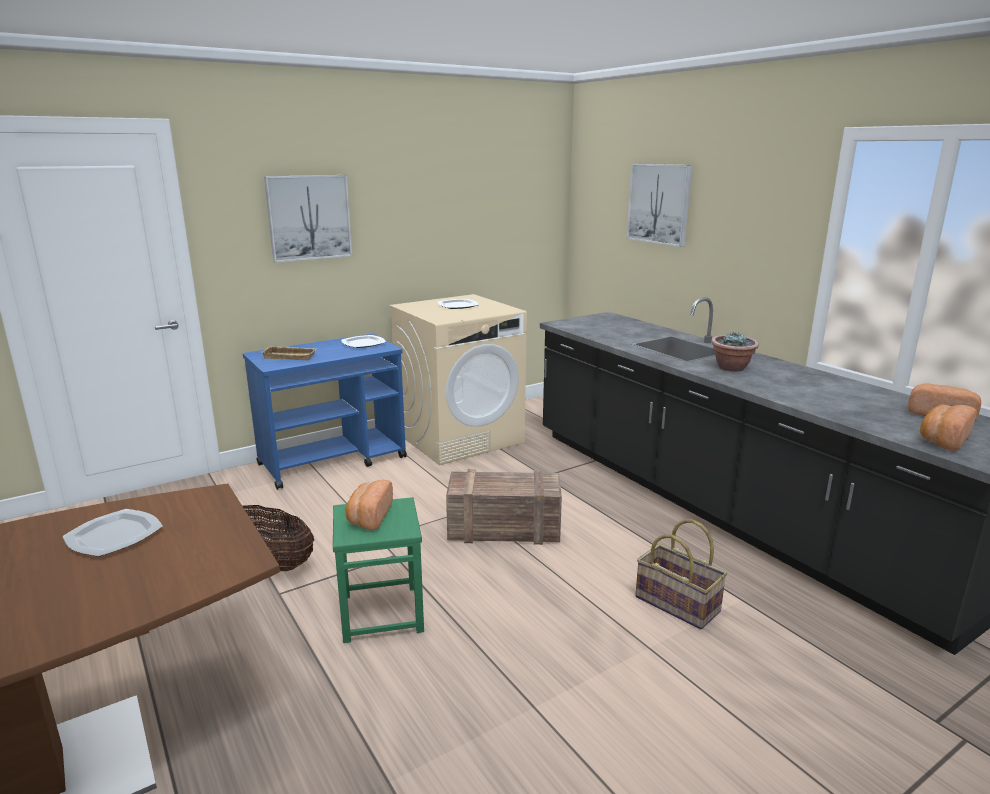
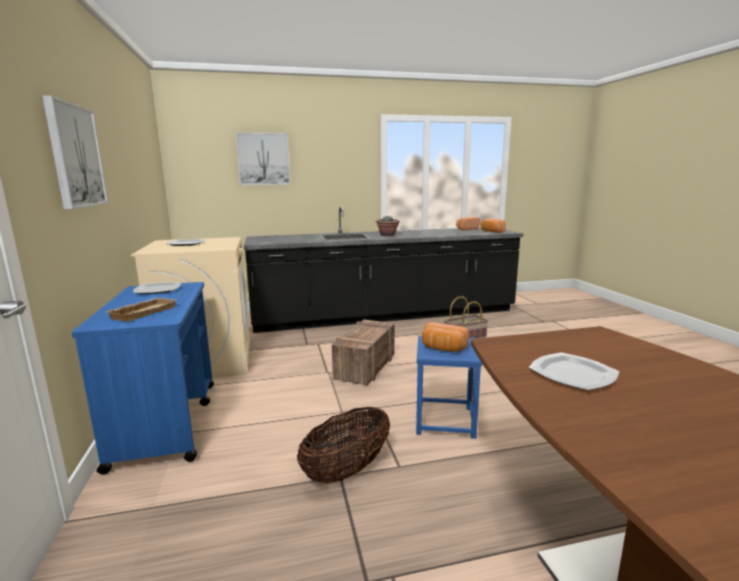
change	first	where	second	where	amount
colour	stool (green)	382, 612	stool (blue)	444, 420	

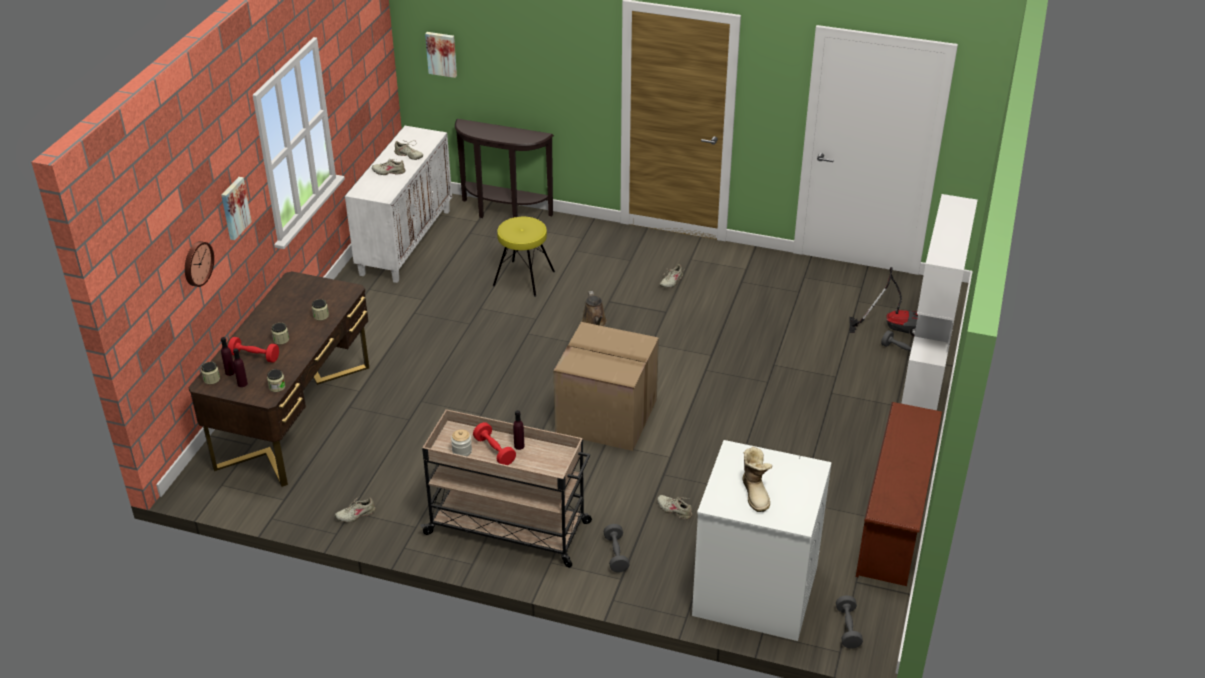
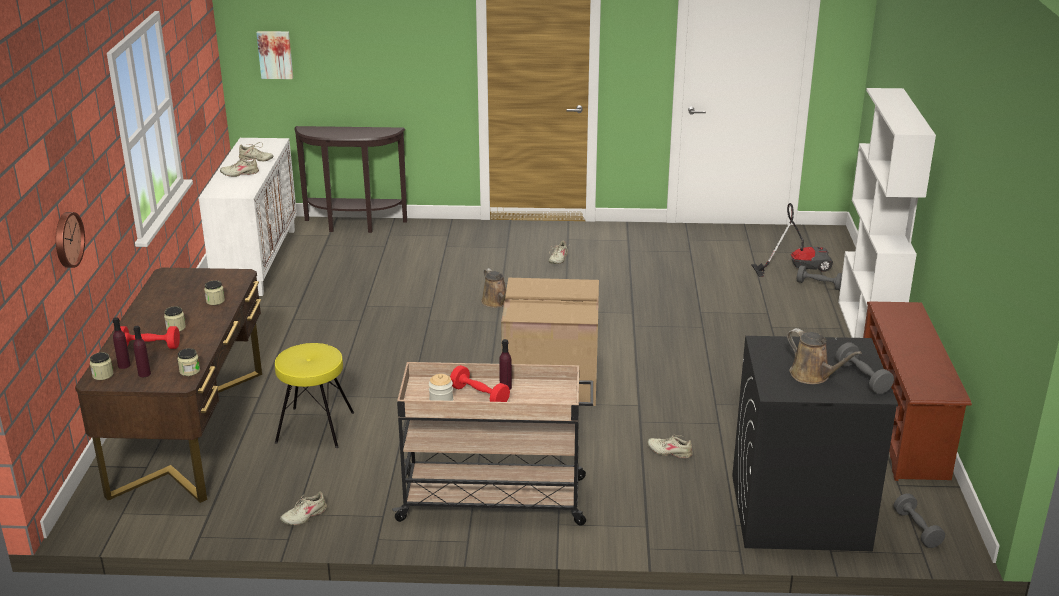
change	first	where	second	where	amount
missing	picture	234, 208			
relocated	stool (yellow)	524, 278		315, 427	
relocated	dumbbell (grey)	616, 554		862, 378	
colour	washing machine (white)	754, 591	washing machine (black)	798, 512	
exchanged	boot	756, 493	watering can (brown)	813, 375	

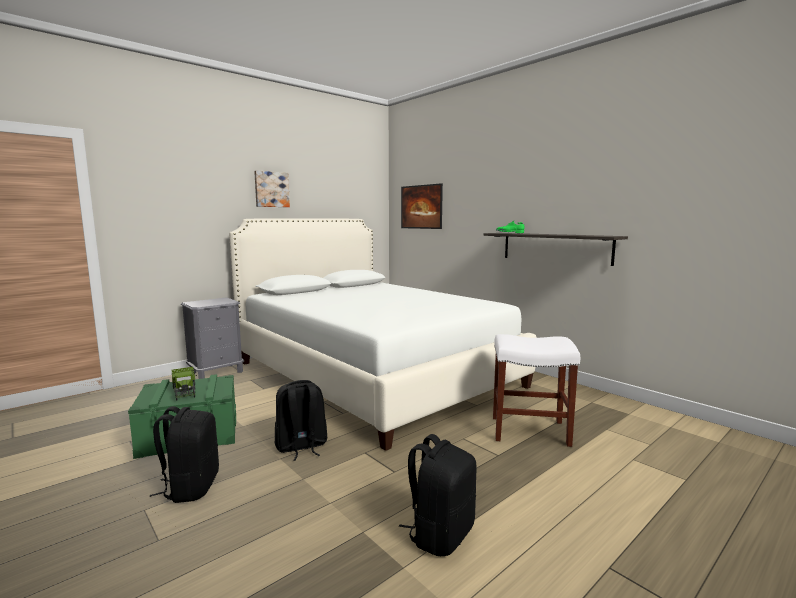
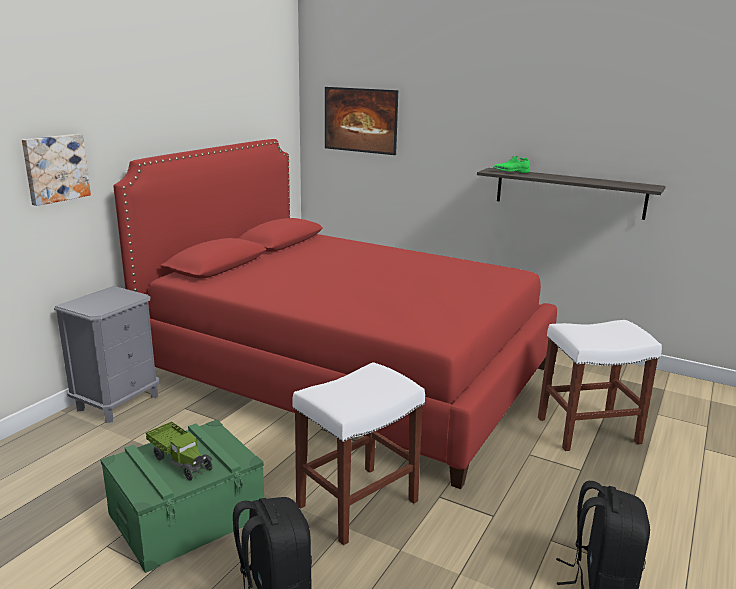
change	first	where	second	where	amount
colour	bed (white)	374, 374	bed (red)	348, 372	
relocated	picture	271, 189		55, 168	
exchanged	backpack (black)	301, 446	stool (white)	356, 504	

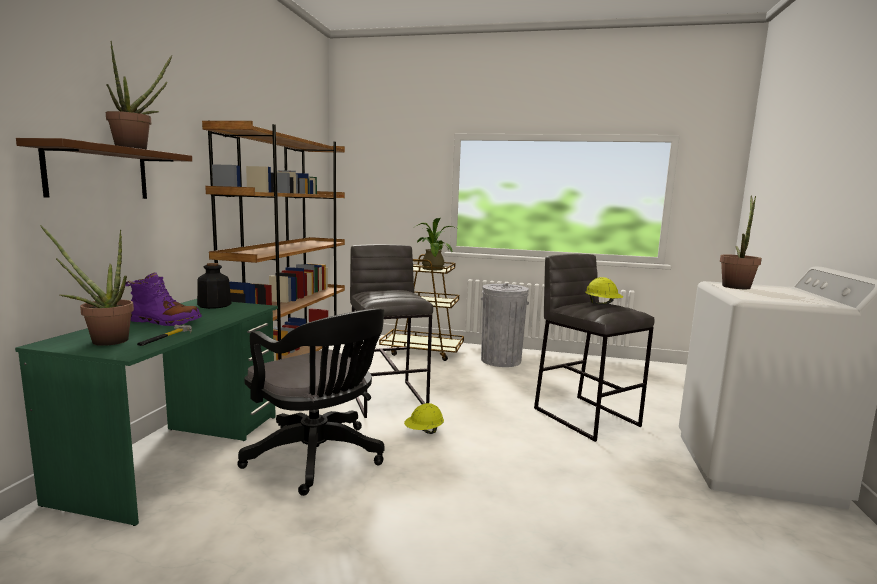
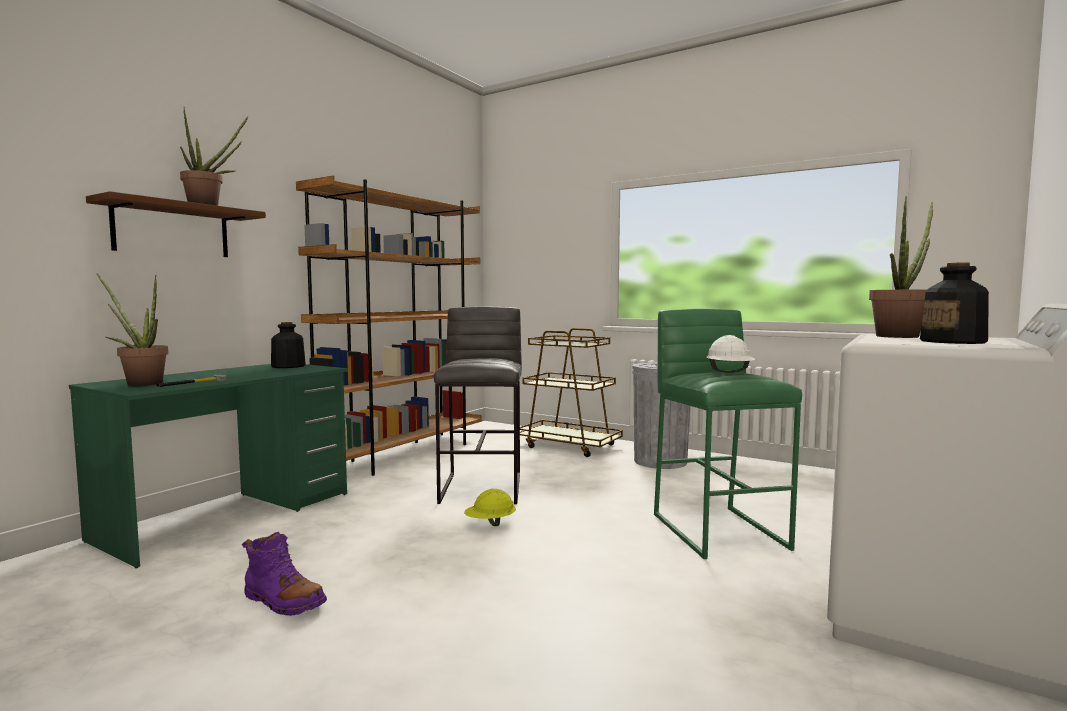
change	first	where	second	where	amount
relocated	boot (purple)	164, 322		283, 601	
missing	office chair (black)	319, 458			
missing	potted plant	433, 268			
colour	stool (grey)	586, 416	stool (green)	719, 530	
colour	hard hat (yellow)	602, 305	hard hat (white)	730, 372	
appeared			bottle	953, 341	

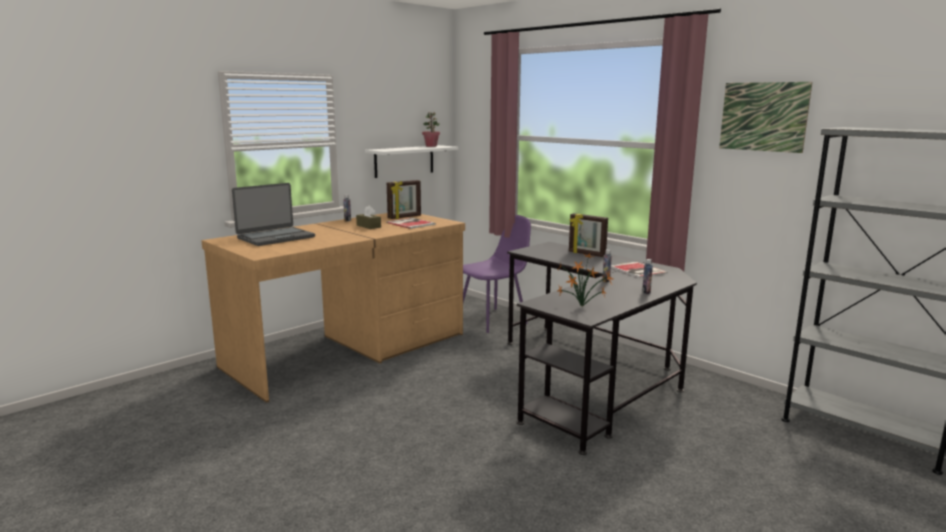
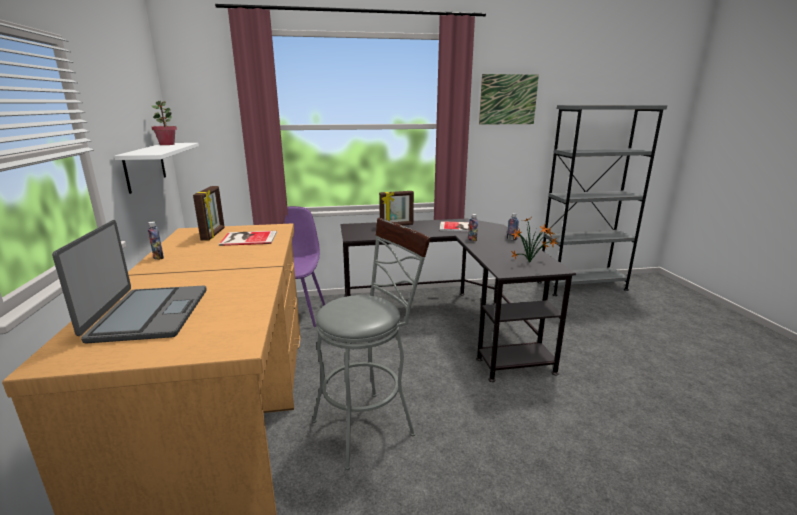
change	first	where	second	where	amount
missing	tissue box (brown)	368, 226			
appeared			stool (grey)	370, 424	

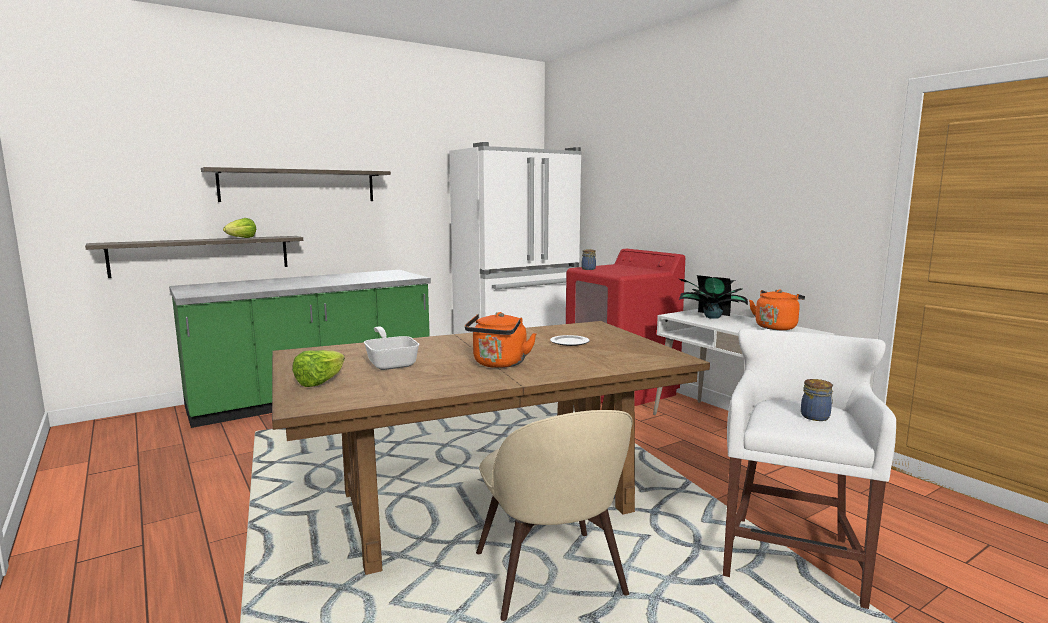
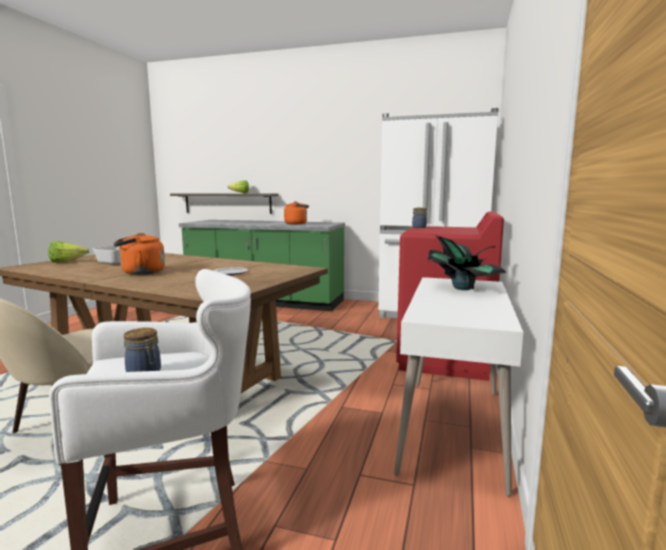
change	first	where	second	where	amount
missing	shelf	299, 186			
relocated	kettle (orange)	776, 327		297, 224	

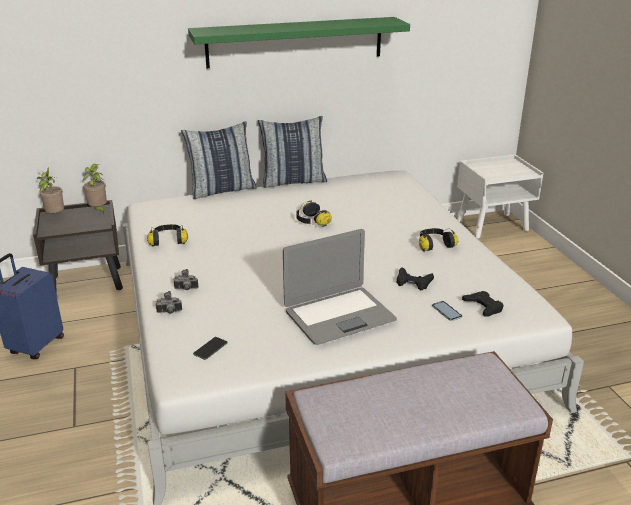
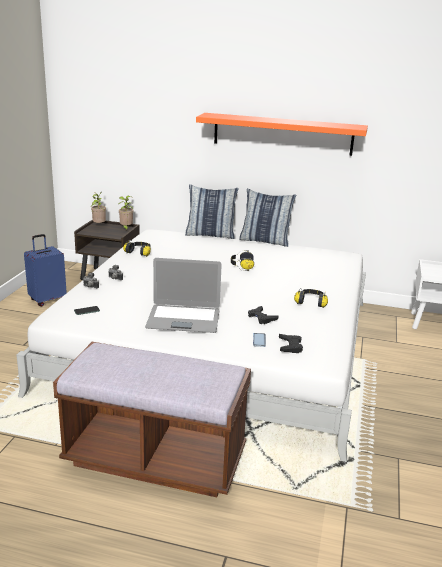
change	first	where	second	where	amount
colour	shelf (green)	295, 42	shelf (orange)	282, 134	

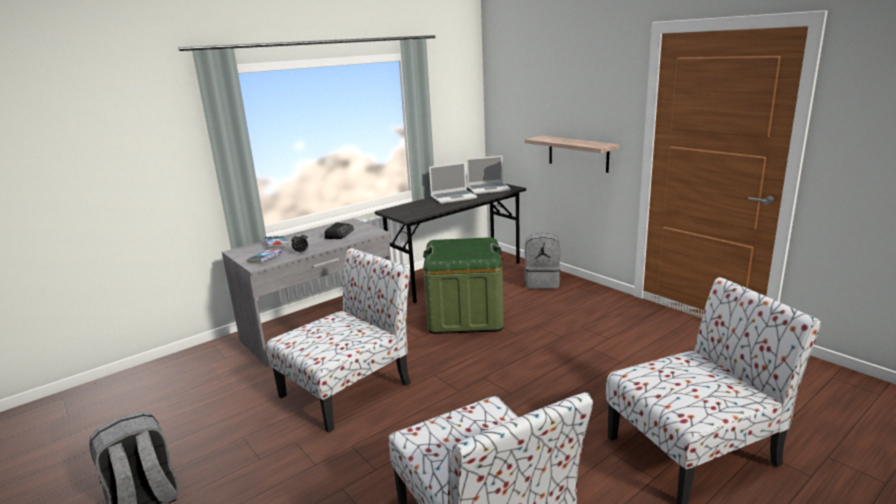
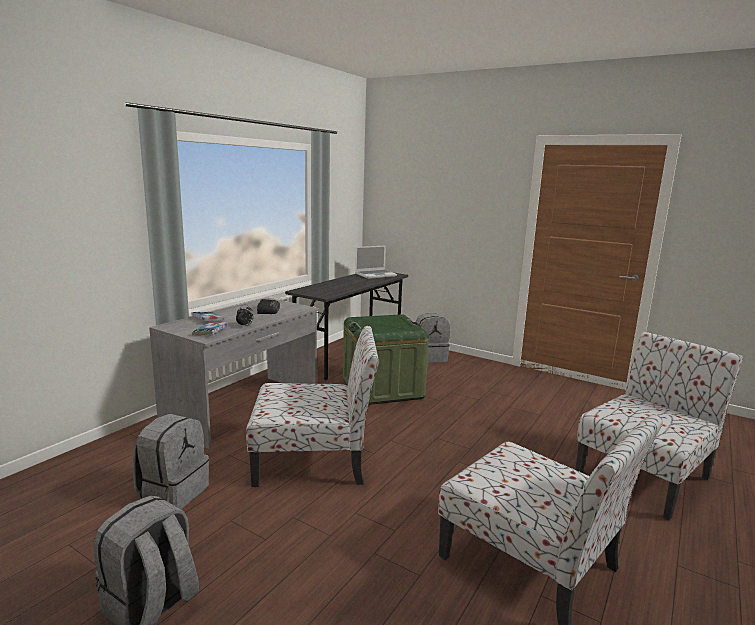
change	first	where	second	where	amount
spun	chair	348, 388		314, 460	60 degrees clockwise
missing	laptop	454, 197			
missing	shelf	578, 153			
appeared			backpack (grey)	173, 492	

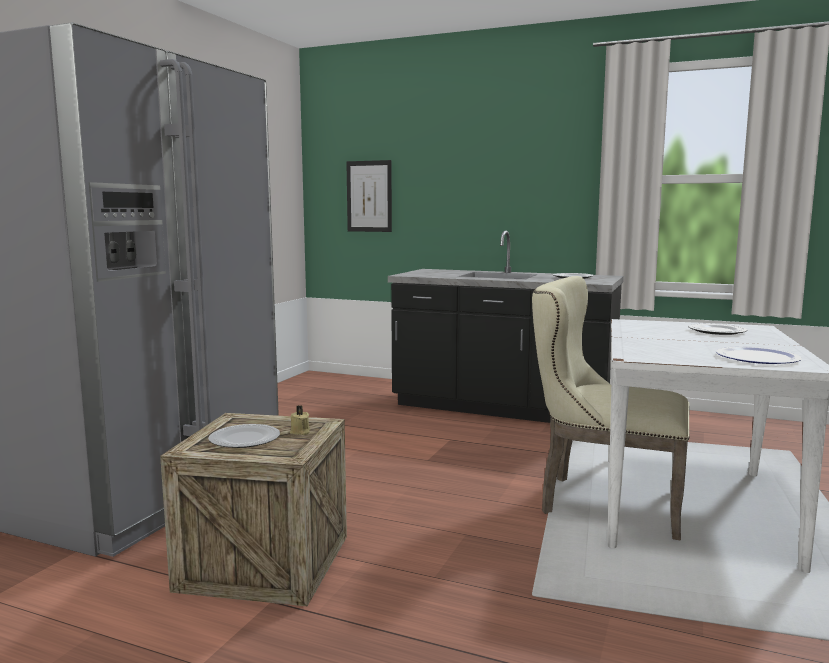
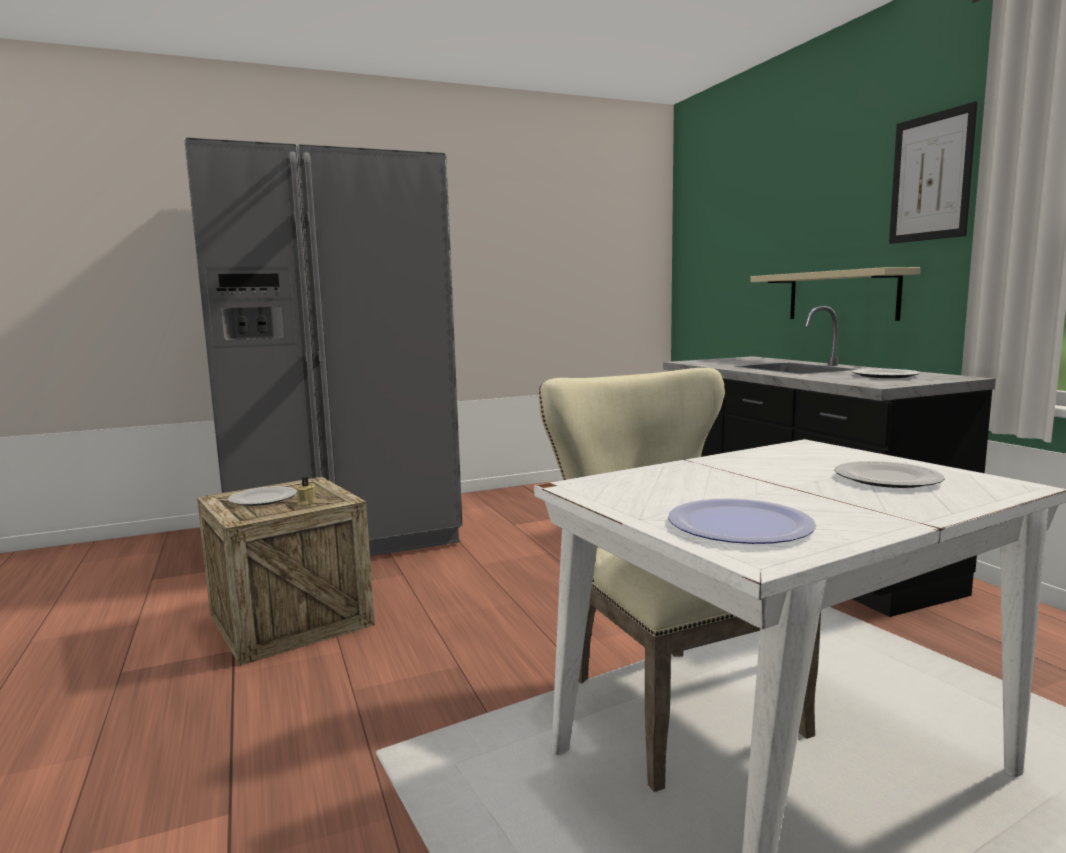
change	first	where	second	where	amount
relocated	picture	369, 196		931, 177	
appeared			shelf (beige)	842, 295	

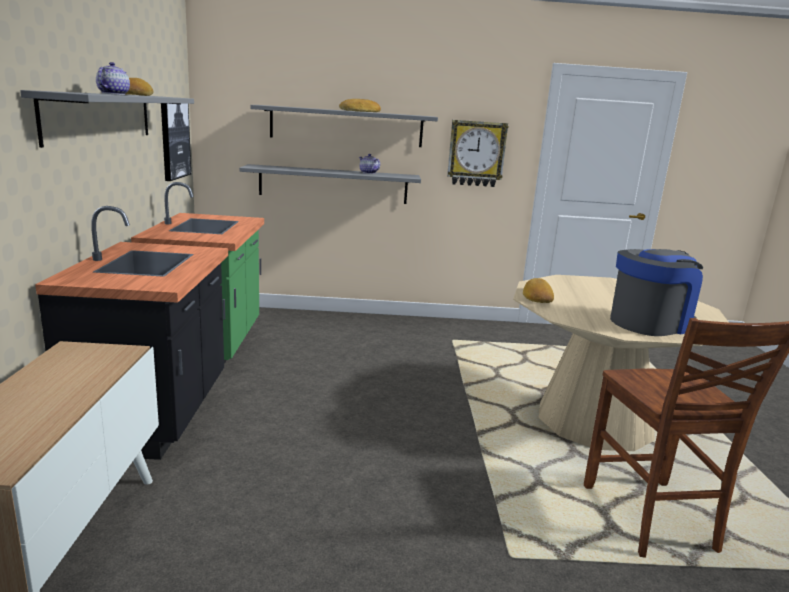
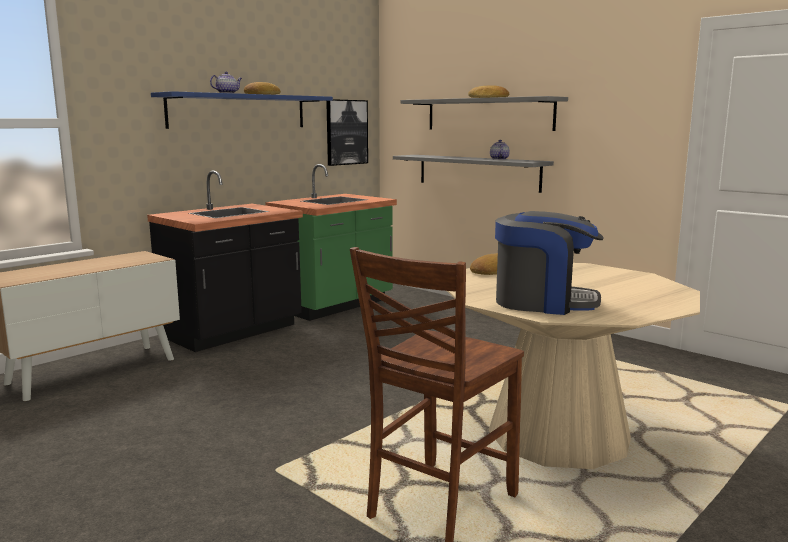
change	first	where	second	where	amount
colour	shelf (grey)	100, 117	shelf (blue)	239, 111	
missing	wall clock	476, 153			

